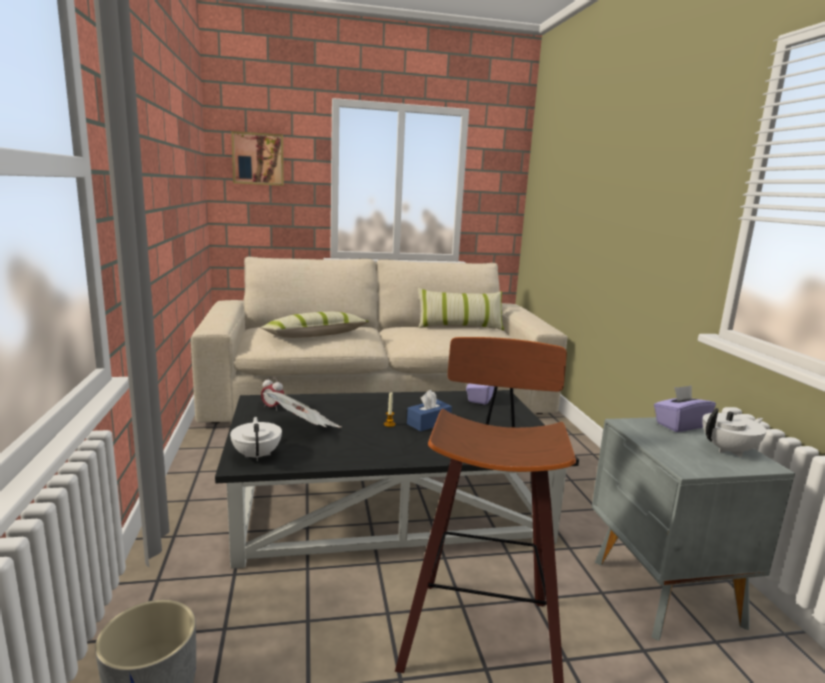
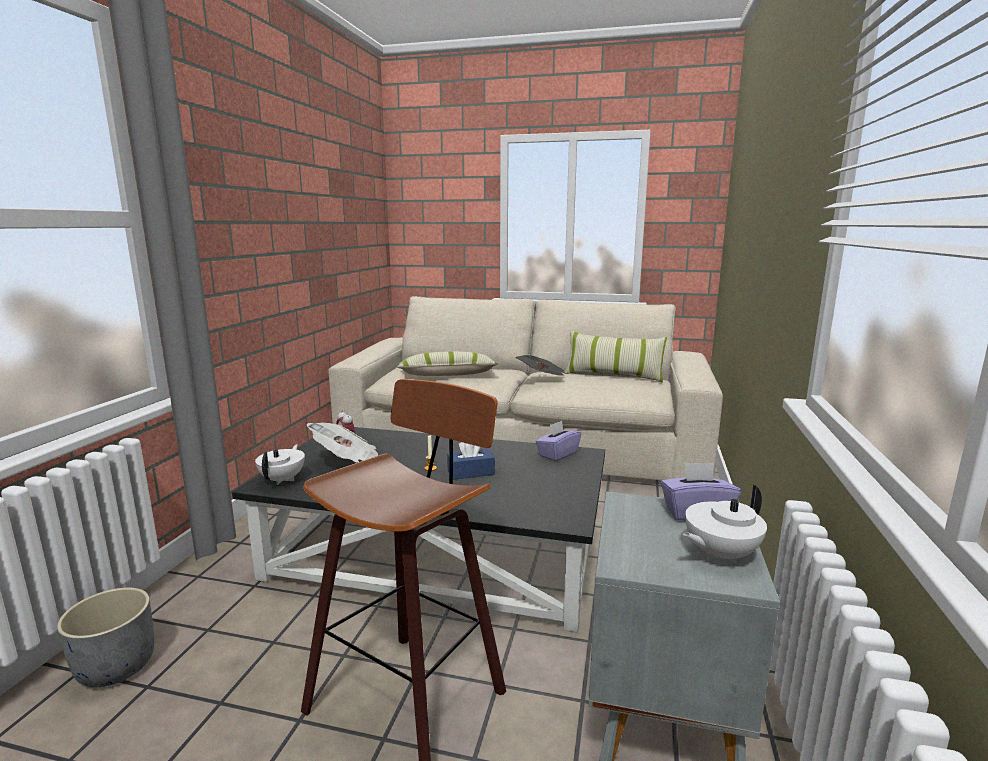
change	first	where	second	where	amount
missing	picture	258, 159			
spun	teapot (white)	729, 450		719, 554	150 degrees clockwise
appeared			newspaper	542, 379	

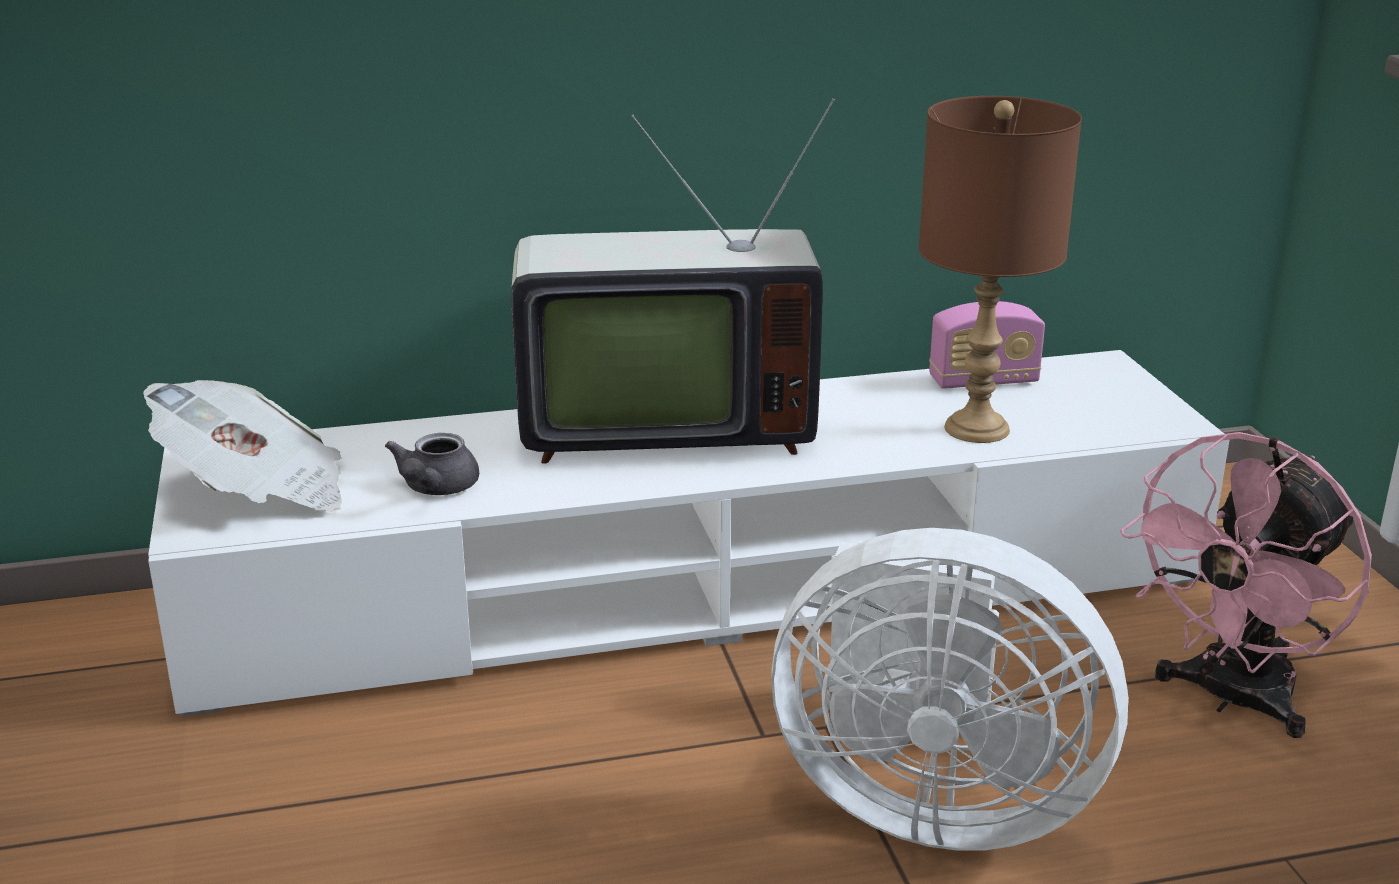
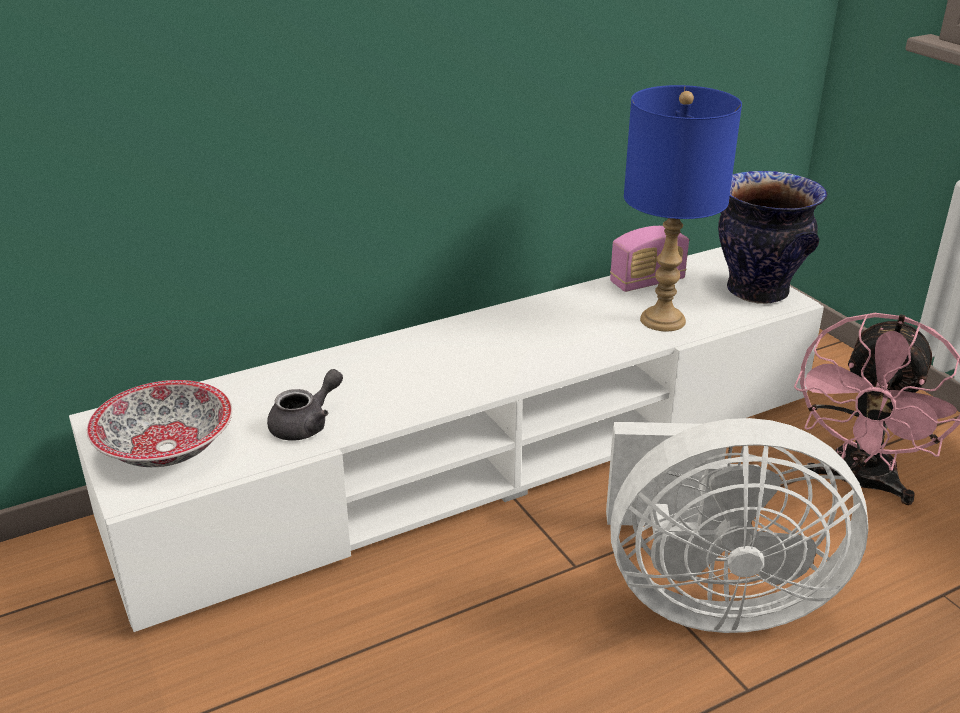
change	first	where	second	where	amount
exchanged	newspaper	258, 491	bowl	167, 447	
spun	teapot (grey)	435, 489		306, 424	135 degrees counterclockwise
missing	television	660, 428			
colour	table lamp (brown)	975, 429	table lamp (blue)	662, 320	
appeared			vase	758, 291	

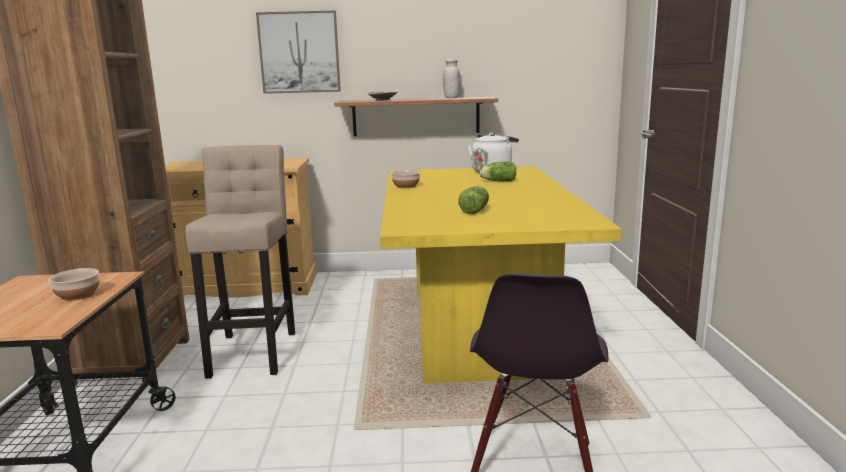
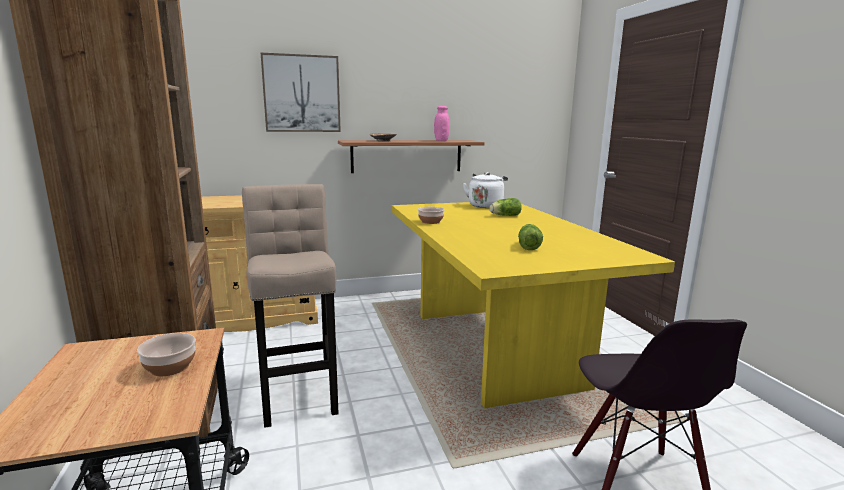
change	first	where	second	where	amount
colour	jar (white)	451, 98	jar (pink)	441, 140	

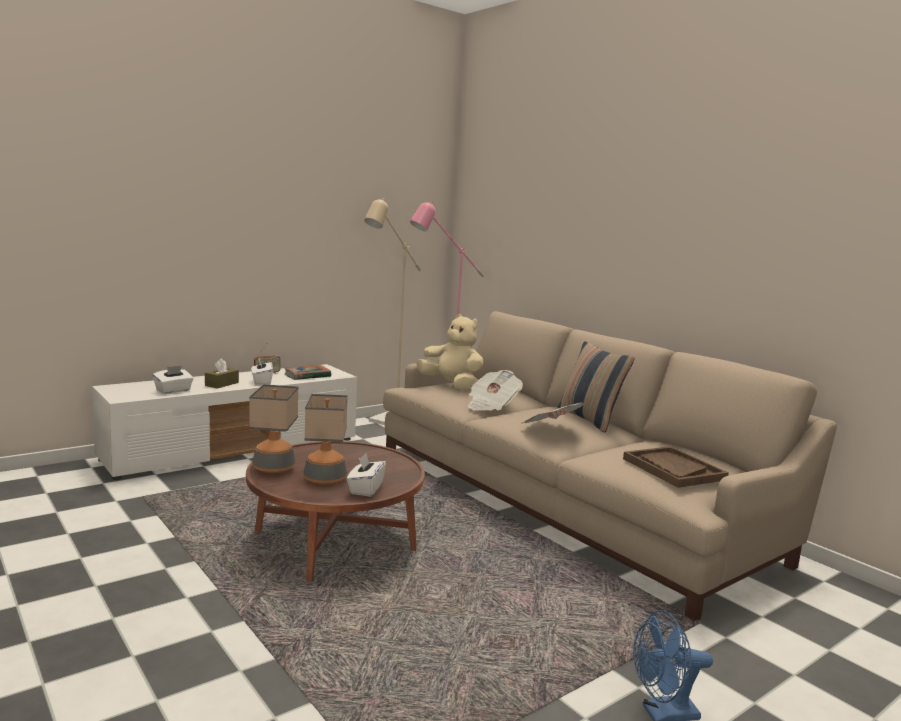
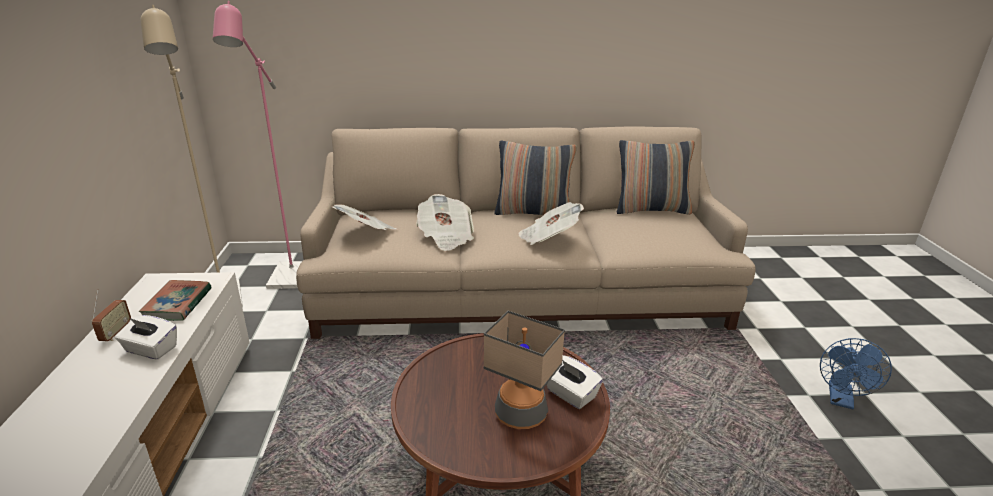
change	first	where	second	where	amount
missing	tissue box (white)	173, 390			
missing	tissue box (brown)	222, 384			
missing	table lamp	274, 468			
exchanged	plush toy (beige)	452, 386	newspaper	366, 232	
missing	tray (brown)	673, 469			
appeared			pillow	651, 210	

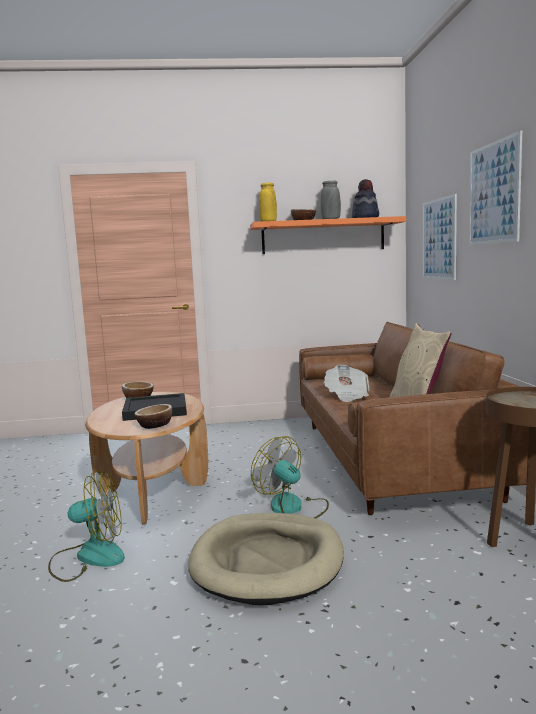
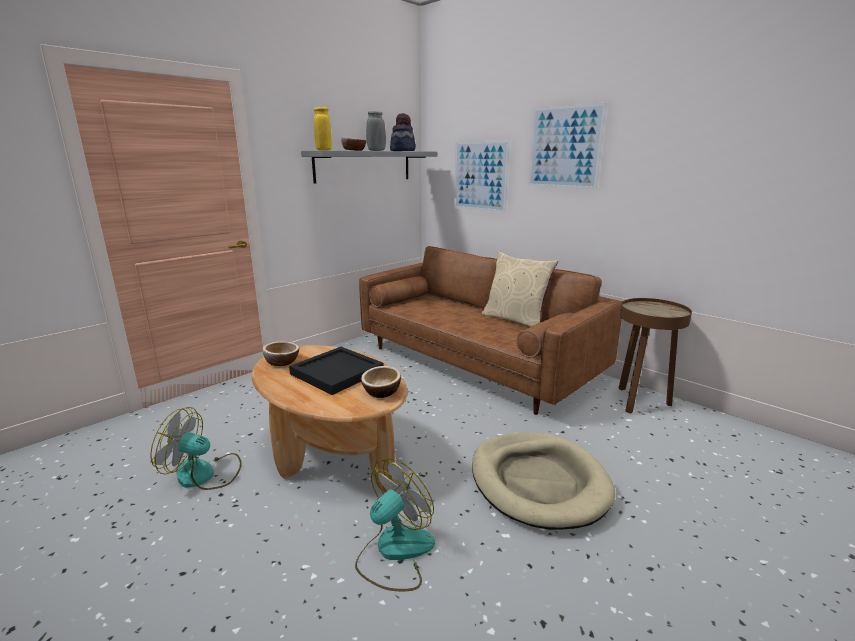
change	first	where	second	where	amount
colour	shelf (orange)	323, 236	shelf (grey)	364, 166	
relocated	fan	293, 508		204, 475	
missing	newspaper	347, 396			

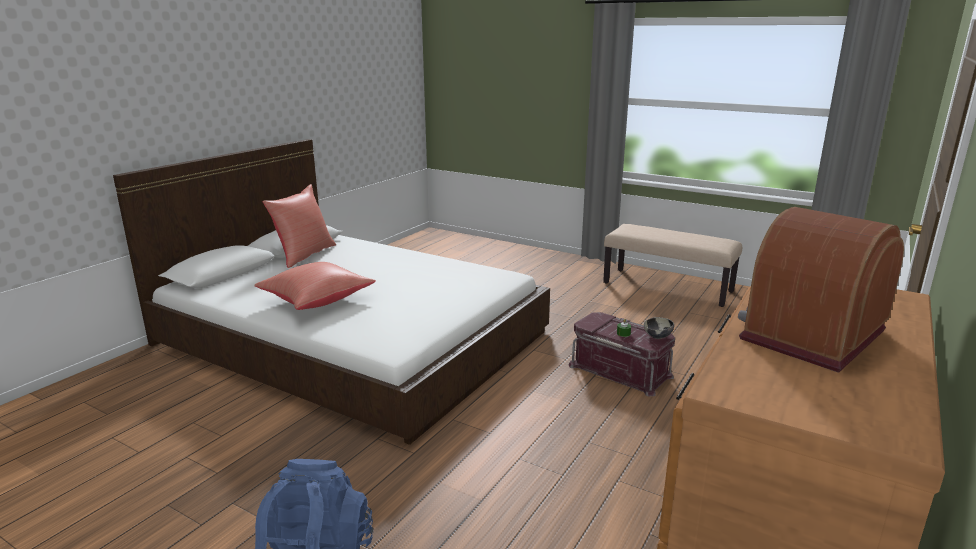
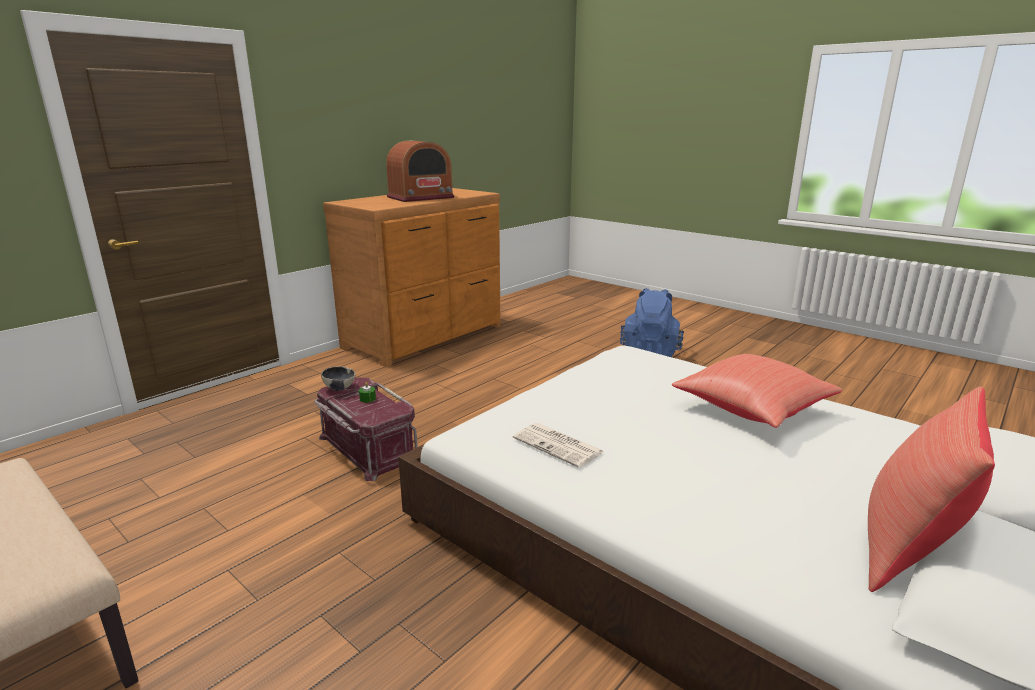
change	first	where	second	where	amount
appeared			newspaper	559, 445	

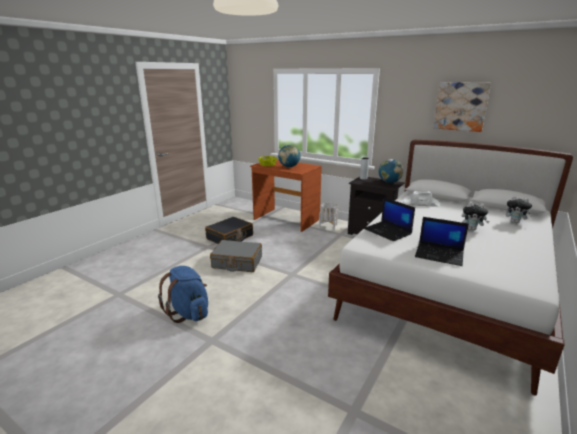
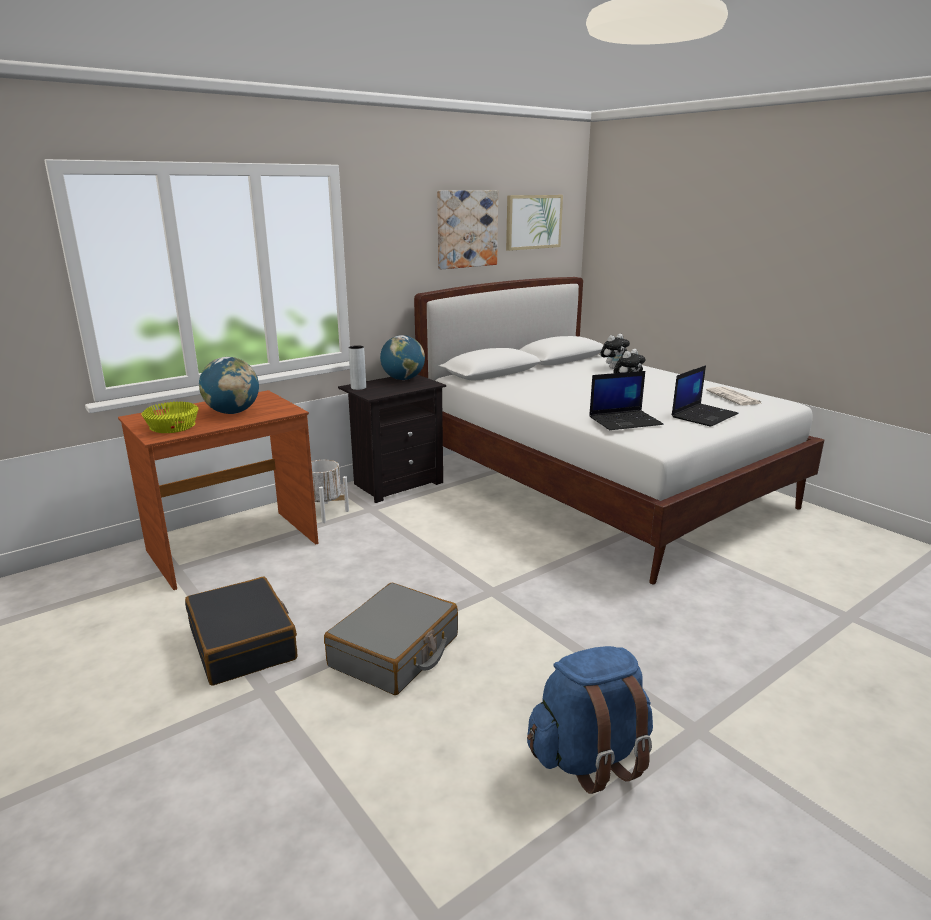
change	first	where	second	where	amount
missing	hat (white)	420, 203			
appeared			picture	533, 222	
appeared			newspaper	734, 397	

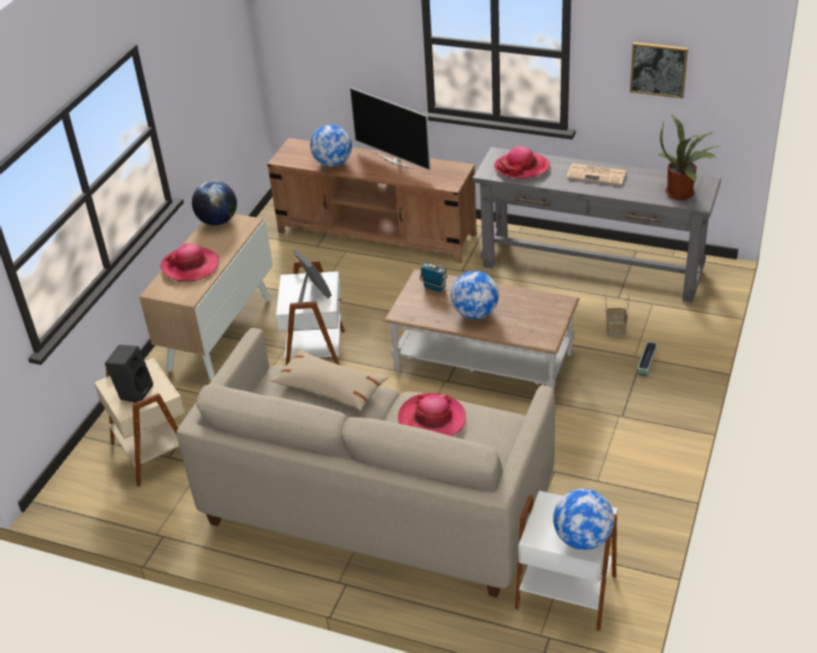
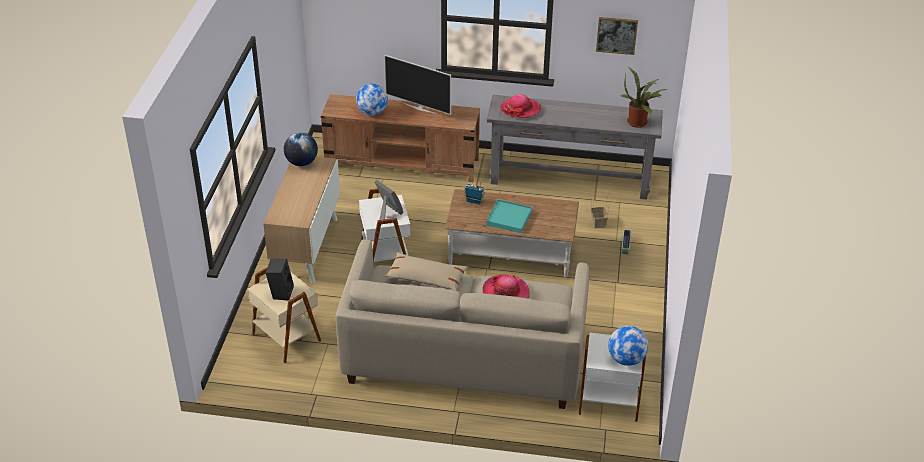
change	first	where	second	where	amount
missing	hat	190, 266			
exchanged	globe	475, 313	tray (turquoise)	509, 218	
missing	newspaper	597, 175			

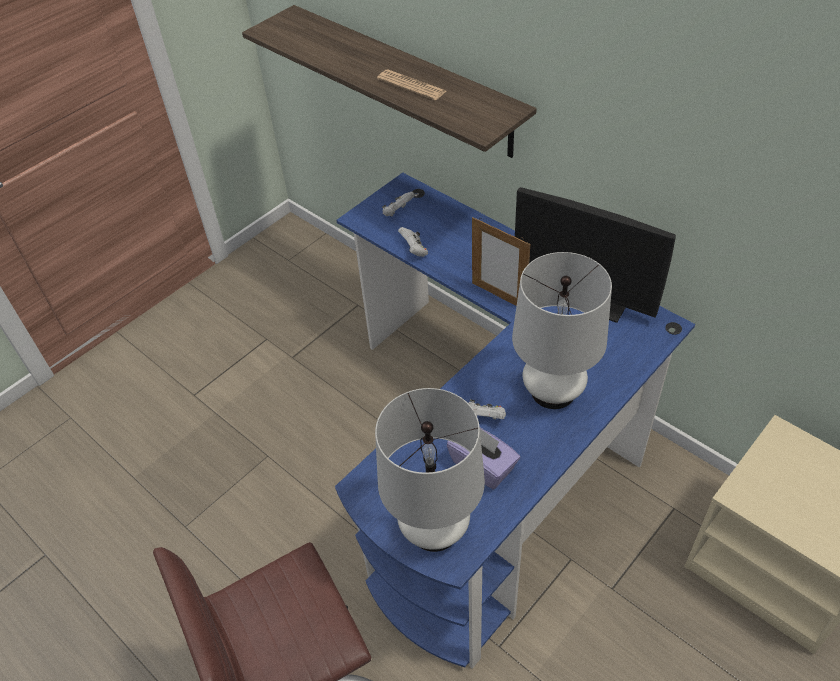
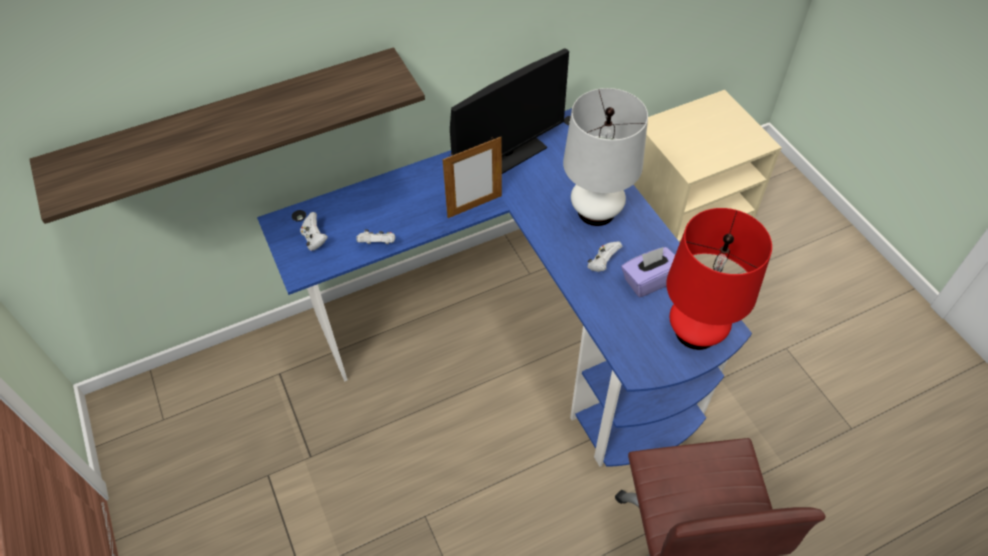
change	first	where	second	where	amount
colour	table lamp (white)	434, 529	table lamp (red)	696, 332	
missing	newspaper	411, 85			

